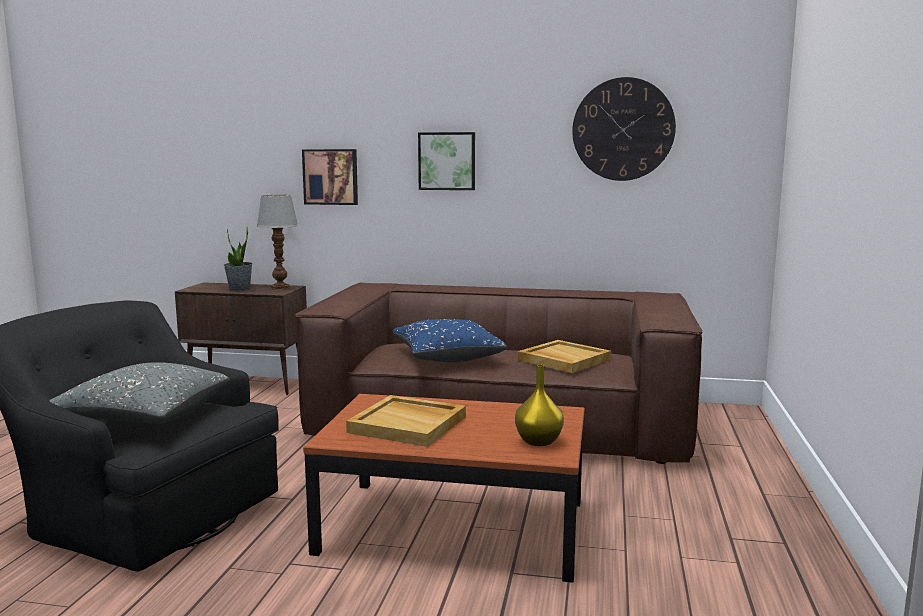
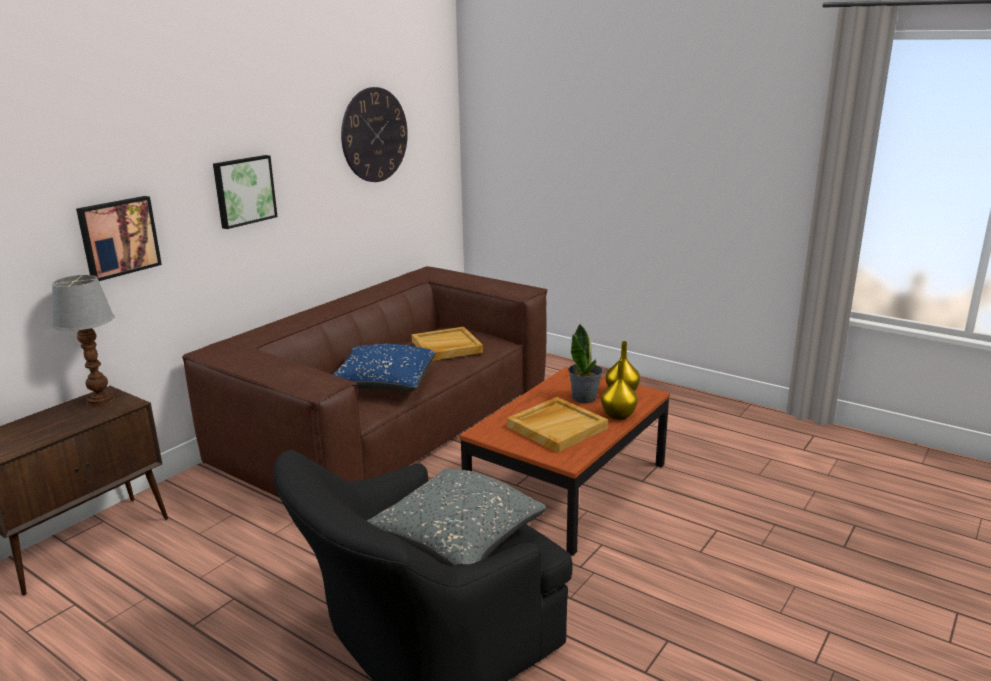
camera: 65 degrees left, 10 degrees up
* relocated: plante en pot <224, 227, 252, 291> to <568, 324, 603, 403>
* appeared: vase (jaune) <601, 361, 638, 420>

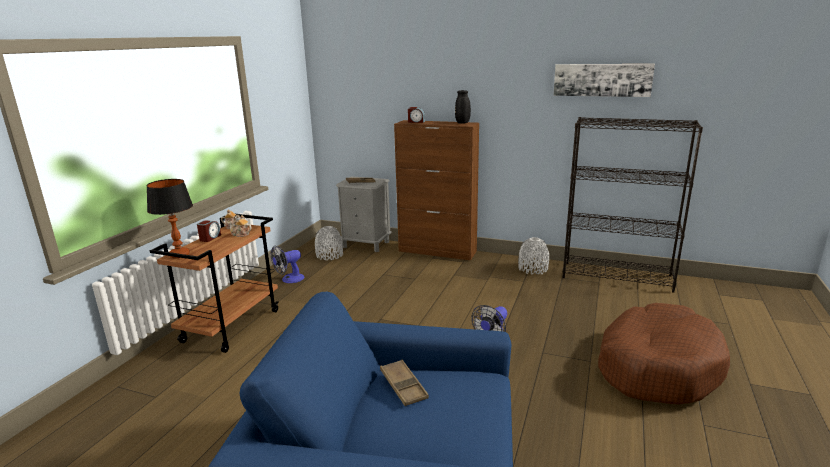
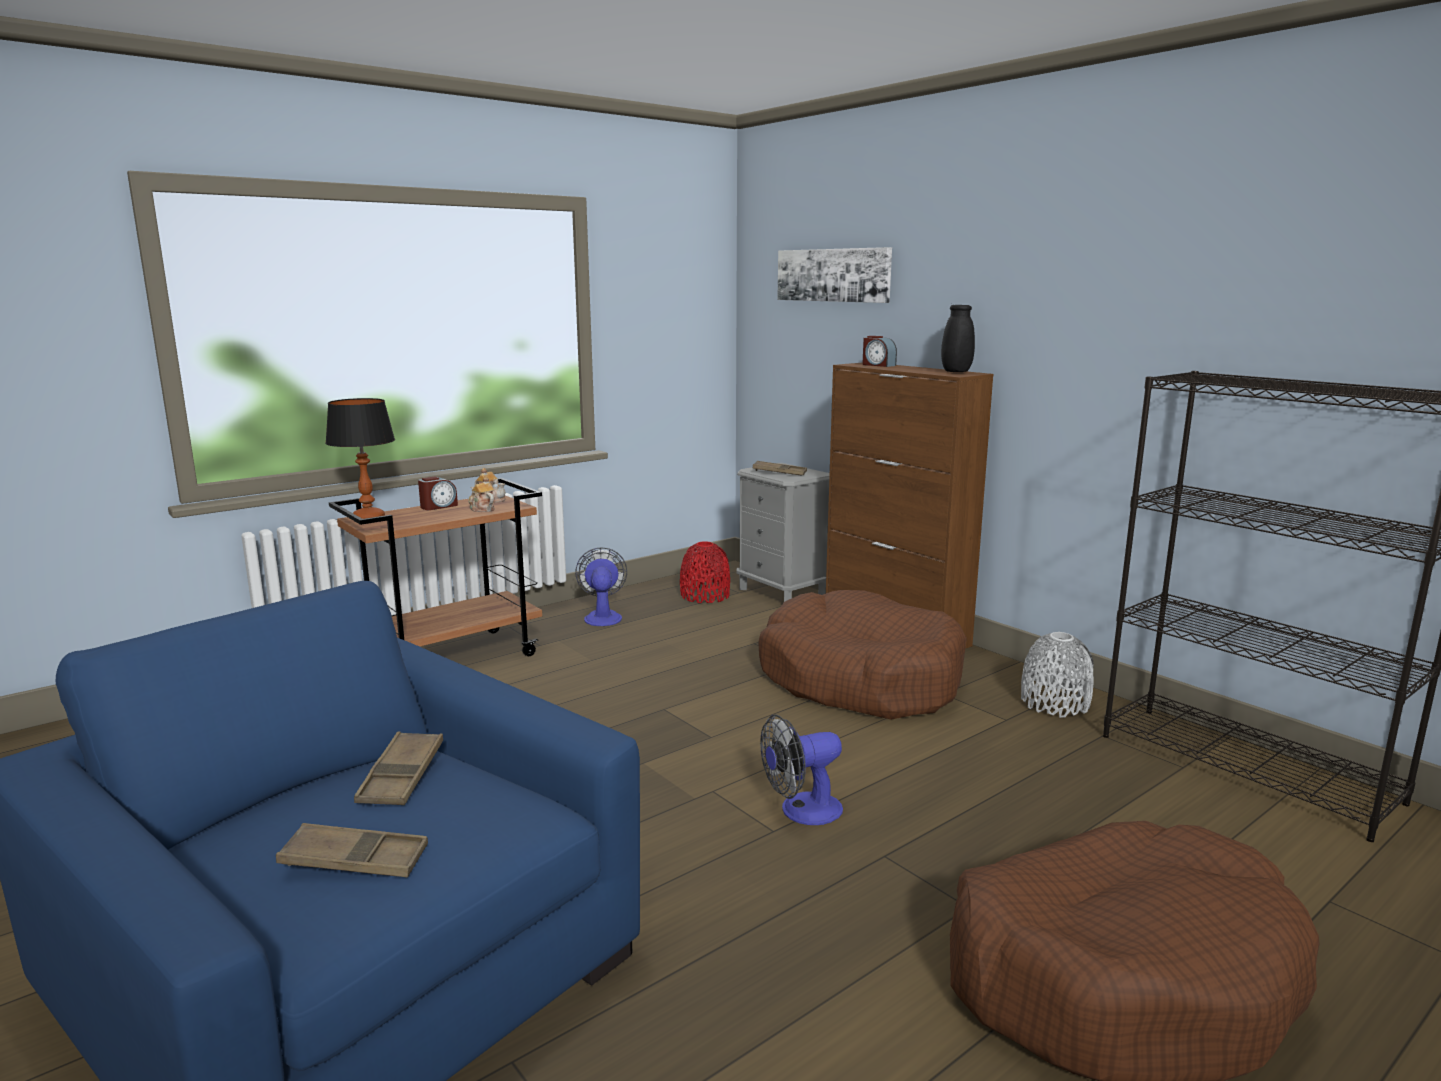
camera: 30 degrees right, 5 degrees down
* relocated: tableau <553, 64, 655, 97> to <777, 247, 892, 303>
* colour: vase (gris) <315, 226, 343, 260> to vase (rouge) <680, 541, 730, 603>
* spun: ventilateur <271, 245, 304, 283> = <575, 547, 627, 626> 90 degrees clockwise
* appeared: panier pour chien (marron) <758, 590, 967, 720>
* appeared: plateau (marron) <276, 823, 428, 877>

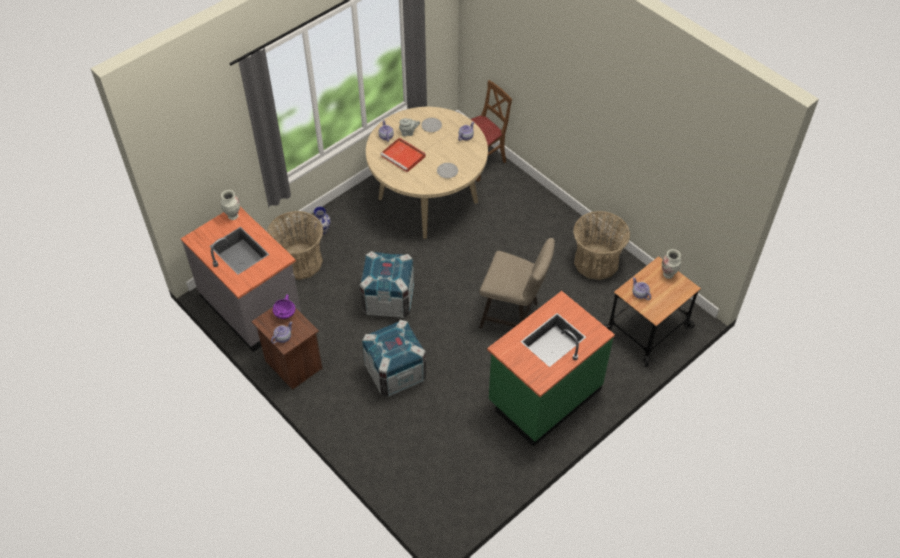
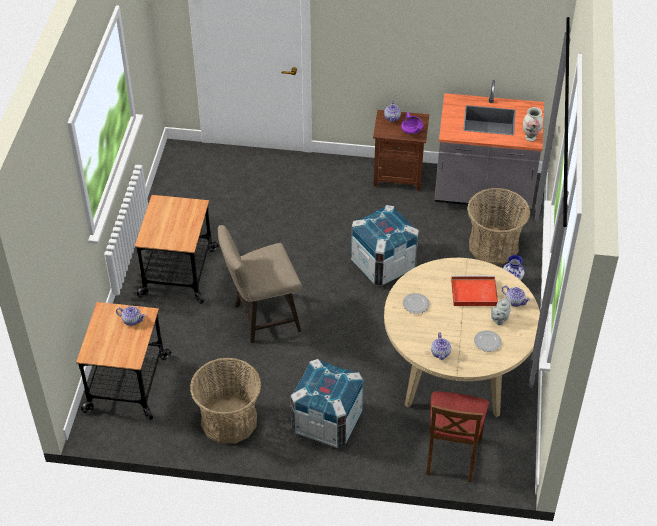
camera: 140 degrees right, 5 degrees down
* missing: vase <662, 249, 681, 279>
* exchanged: comptoir de cuisine (vert) <487, 291, 615, 447> to chariot <135, 195, 219, 304>
* relocated: caisse <362, 320, 426, 397> to <291, 359, 364, 448>

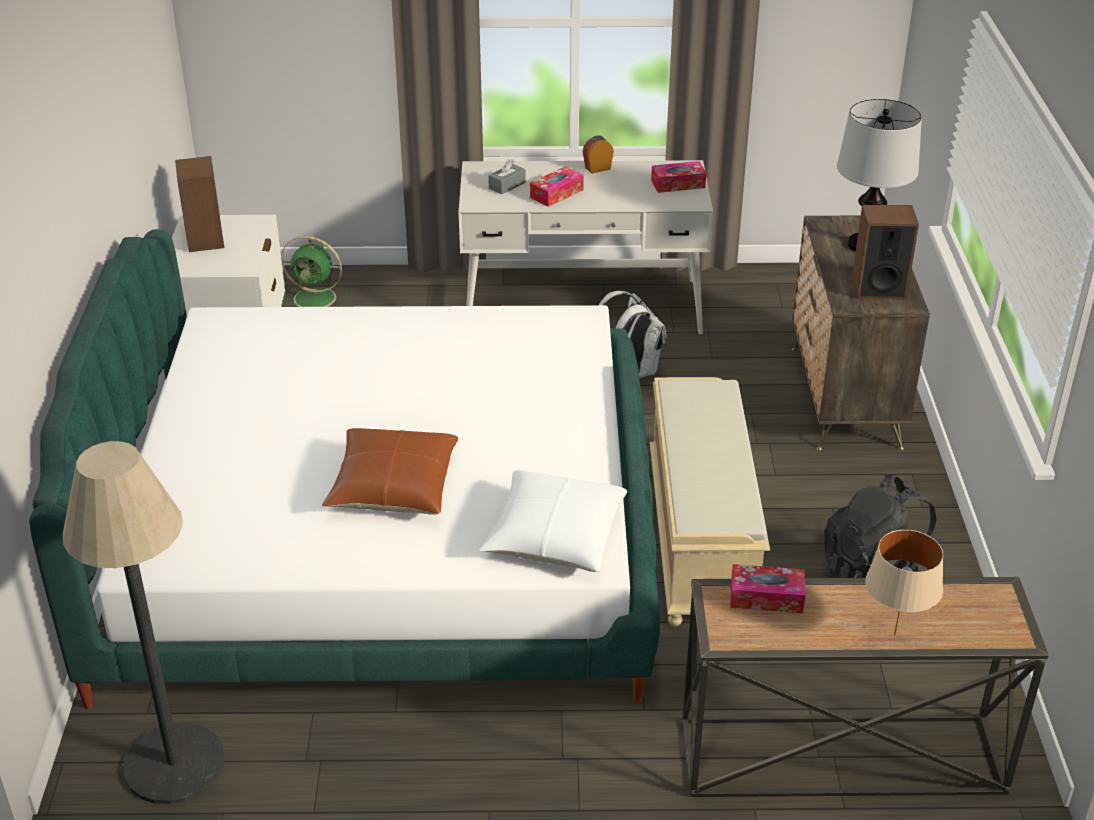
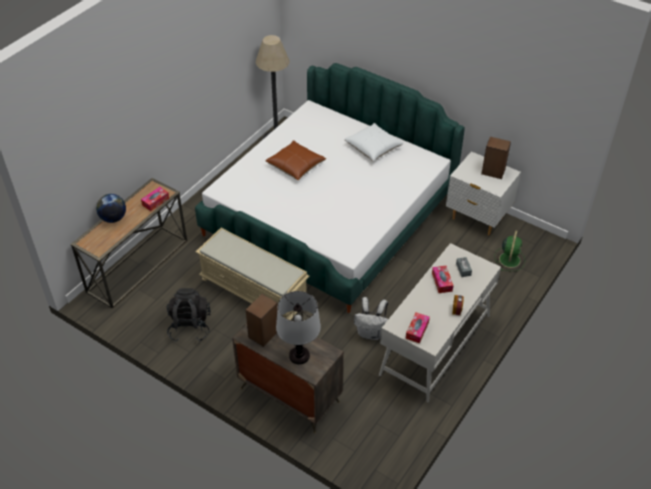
camera: 125 degrees right, 10 degrees up
* spun: ventilateur (vert) <281, 236, 347, 307> = <494, 230, 525, 271> 150 degrees clockwise
* relocated: coussin (blanc) <479, 470, 627, 572> to <344, 123, 404, 161>
* exchanged: lampe de table (beige) <865, 530, 943, 635> to globe <96, 194, 126, 223>

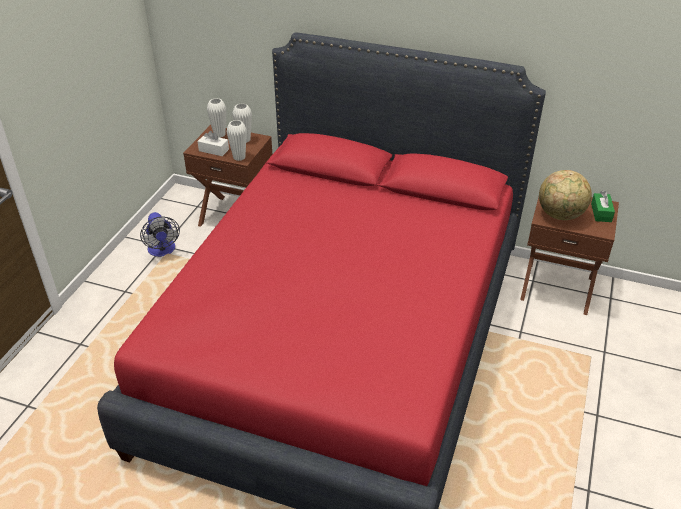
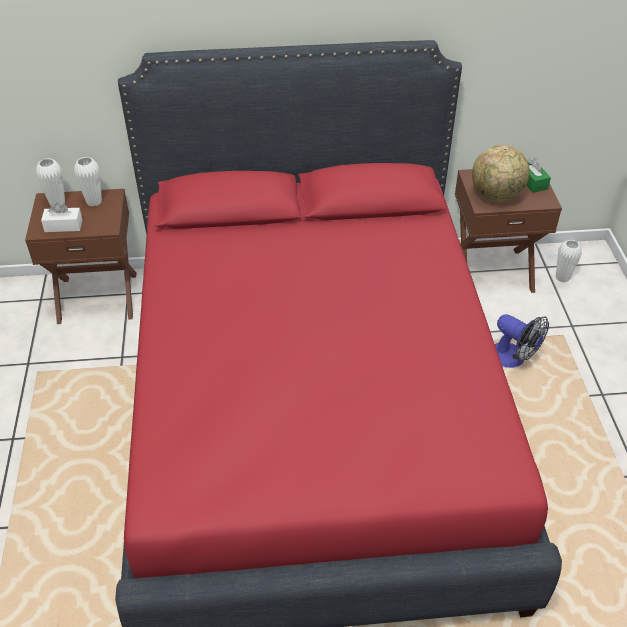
camera: 25 degrees left, 5 degrees up
* relocated: vase (blanc) <227, 120, 247, 161> to <556, 240, 582, 282>
* relocated: ventilateur <140, 212, 180, 257> to <495, 314, 549, 368>

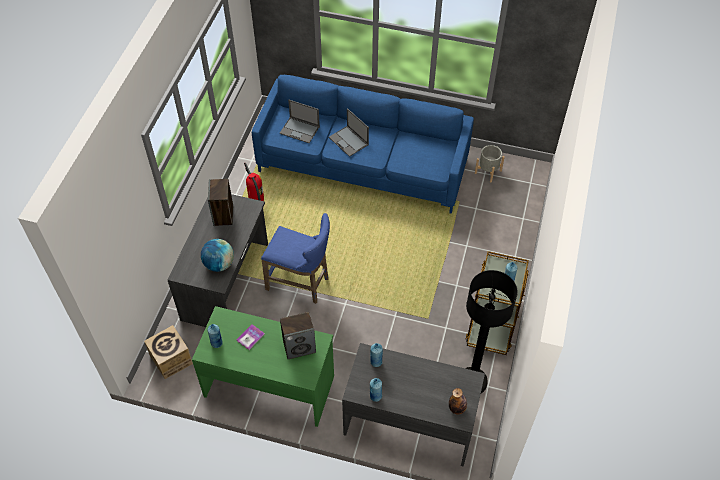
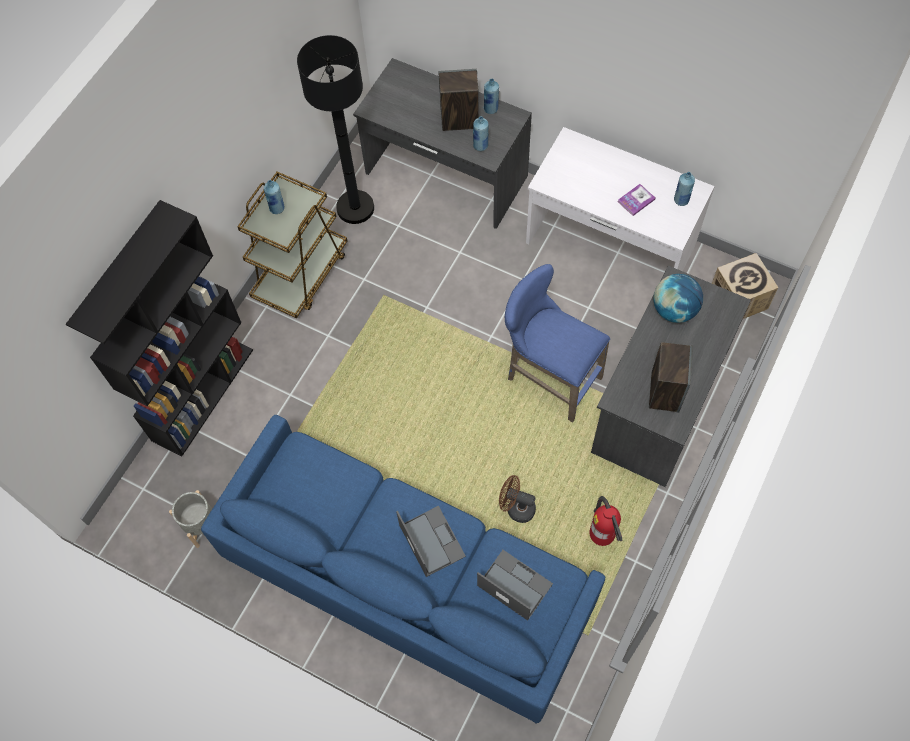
camera: 165 degrees left, 10 degrees up
* colour: bureau (vert) <192, 306, 334, 427> to bureau (blanc) <526, 127, 715, 271>
* relocated: enceinte <280, 312, 316, 359> to <439, 69, 479, 131>
* missing: bouteille <449, 388, 467, 415>
* appeared: bibliothèque (noir) <66, 200, 253, 457>
* appeared: ventilateur (marron) <499, 475, 536, 523>

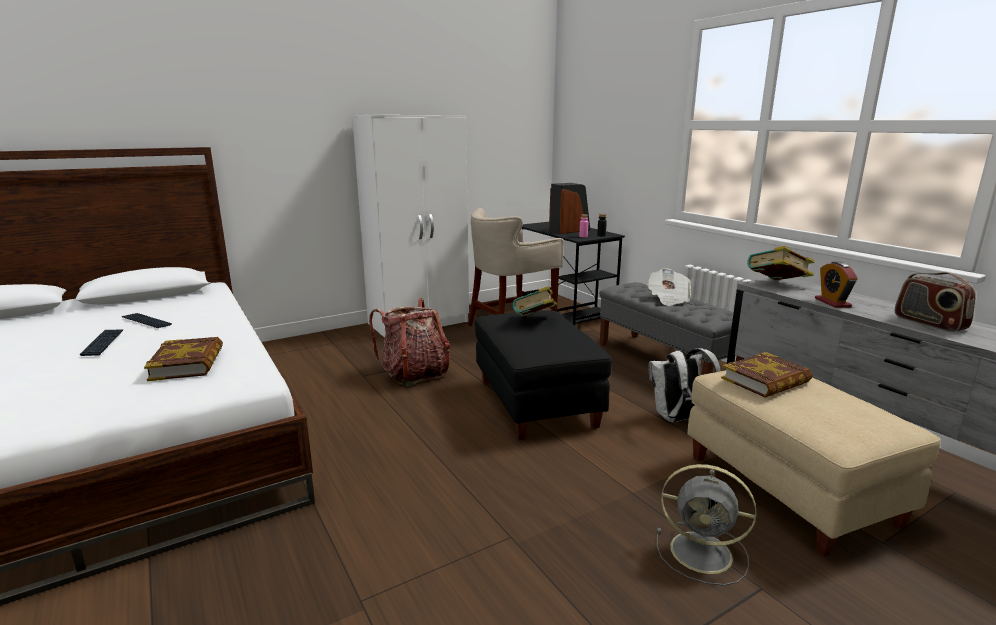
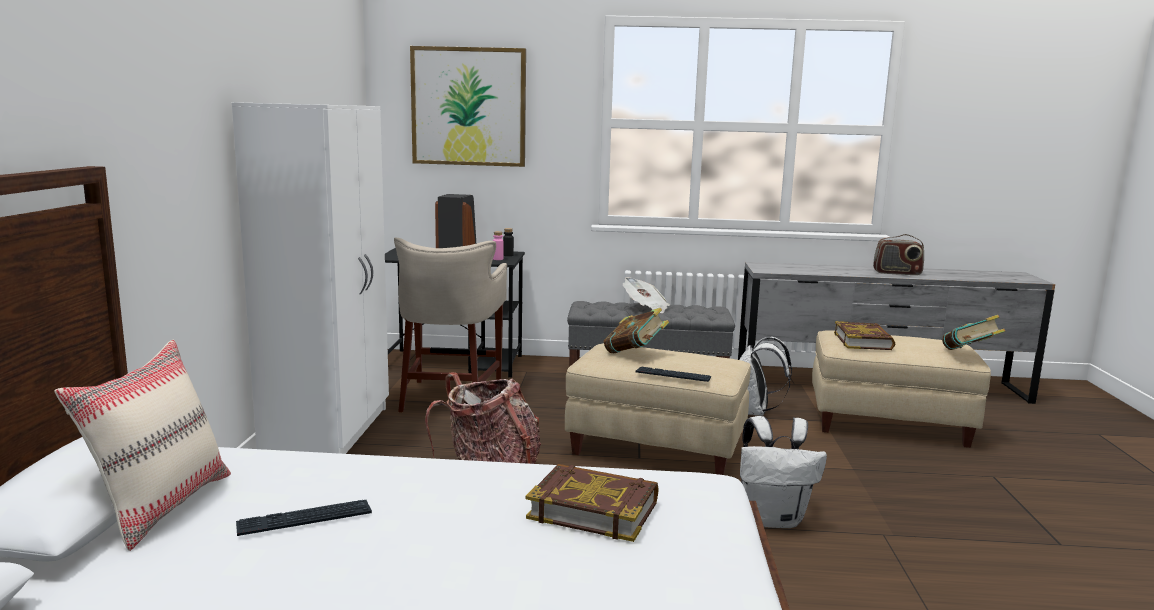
camera: 55 degrees left, 5 degrees down
* relocated: livre <747, 246, 814, 280> to <942, 315, 1005, 350>
* missing: réveil <815, 262, 858, 308>
* colour: pouf (noir) <475, 310, 612, 440> to pouf (beige) <565, 343, 751, 475>
* relocated: clavier <80, 329, 123, 356> to <636, 367, 711, 382>
* missing: ventilateur (gris) <657, 464, 756, 586>
* appeared: tableau <410, 46, 526, 167>
* appeared: coussin (beige) <54, 339, 231, 551>
* appeared: sac à dos (blanc) <740, 416, 827, 528>

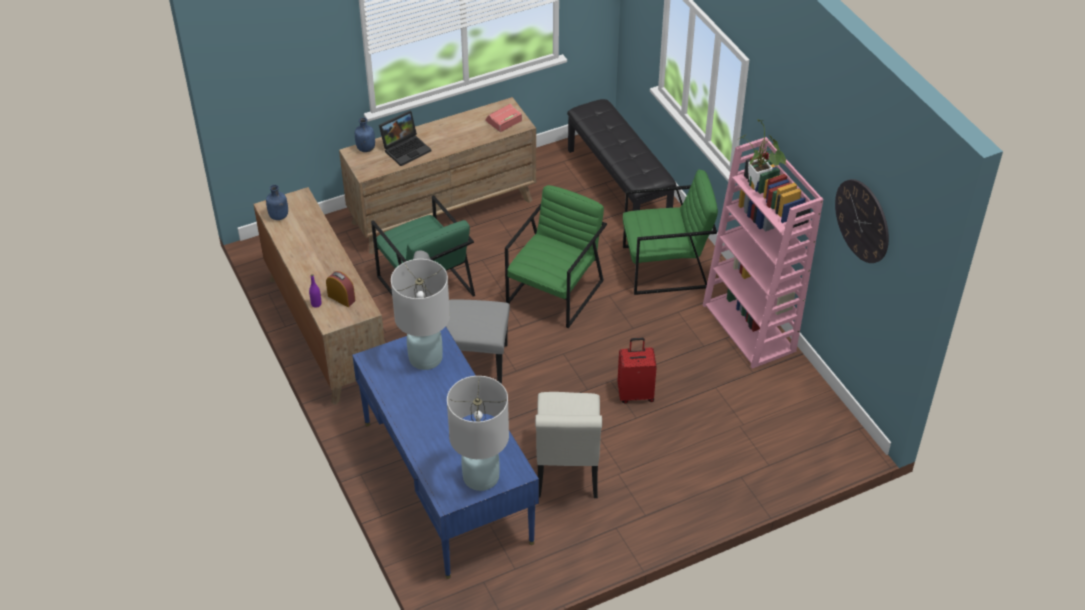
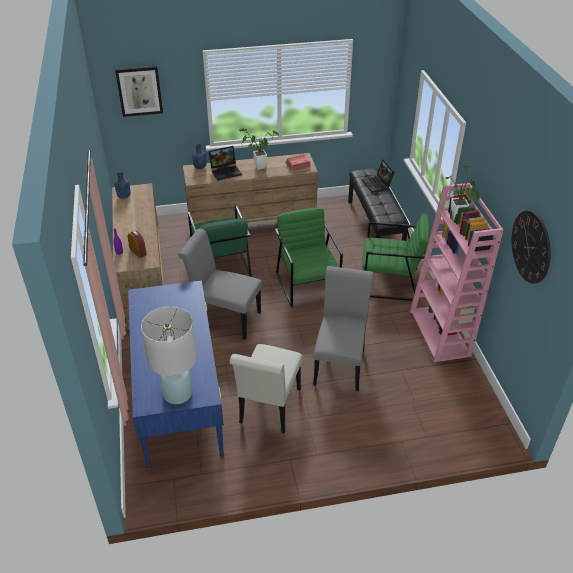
camera: 15 degrees right, 5 degrees down
* spun: fauteuil (vert) <505, 185, 607, 328> = <275, 208, 343, 307> 60 degrees counterclockwise
* missing: lampe de table (blanc) <391, 259, 450, 370>
* exchanged: valise (rouge) <617, 338, 657, 404> to chaise (gris) <313, 266, 373, 391>
* appeared: tableau <115, 66, 163, 117>
* appeared: plante en pot <239, 128, 279, 170>
* appeared: ordinateur portable <362, 159, 395, 193>

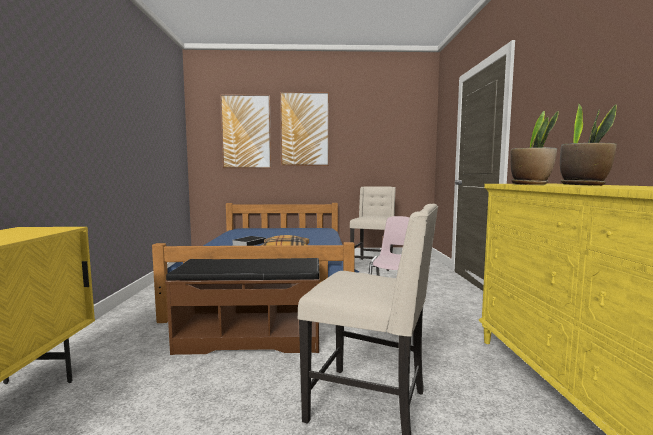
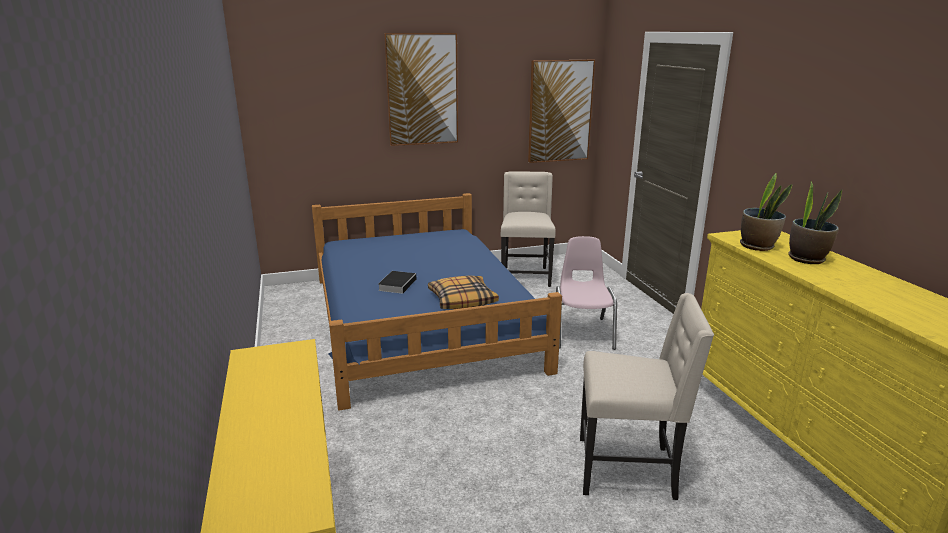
camera: 15 degrees left, 15 degrees up
* relocated: tableau <221, 94, 271, 168> to <528, 60, 595, 163>
* missing: banc (marron) <165, 258, 320, 355>

